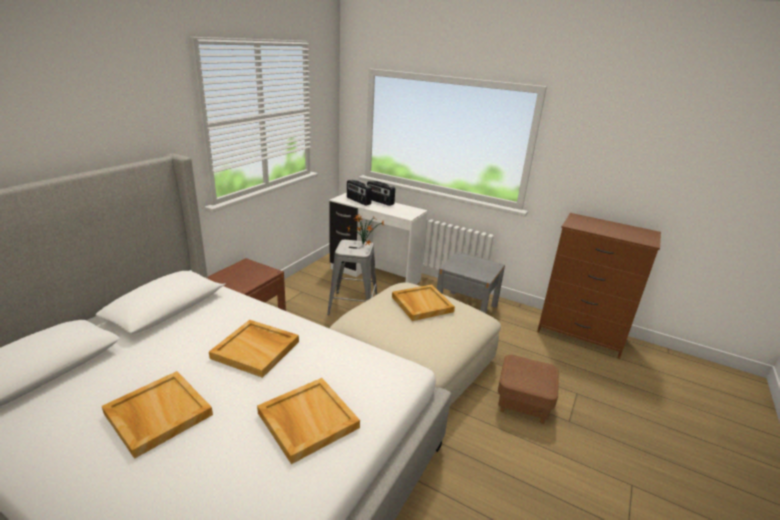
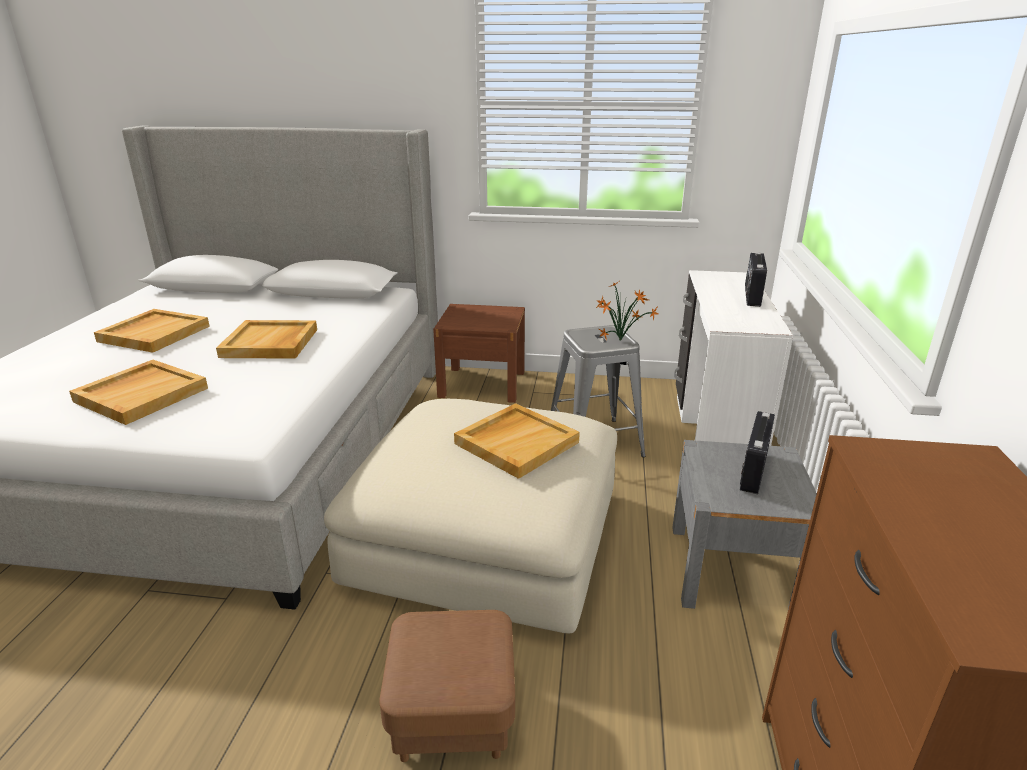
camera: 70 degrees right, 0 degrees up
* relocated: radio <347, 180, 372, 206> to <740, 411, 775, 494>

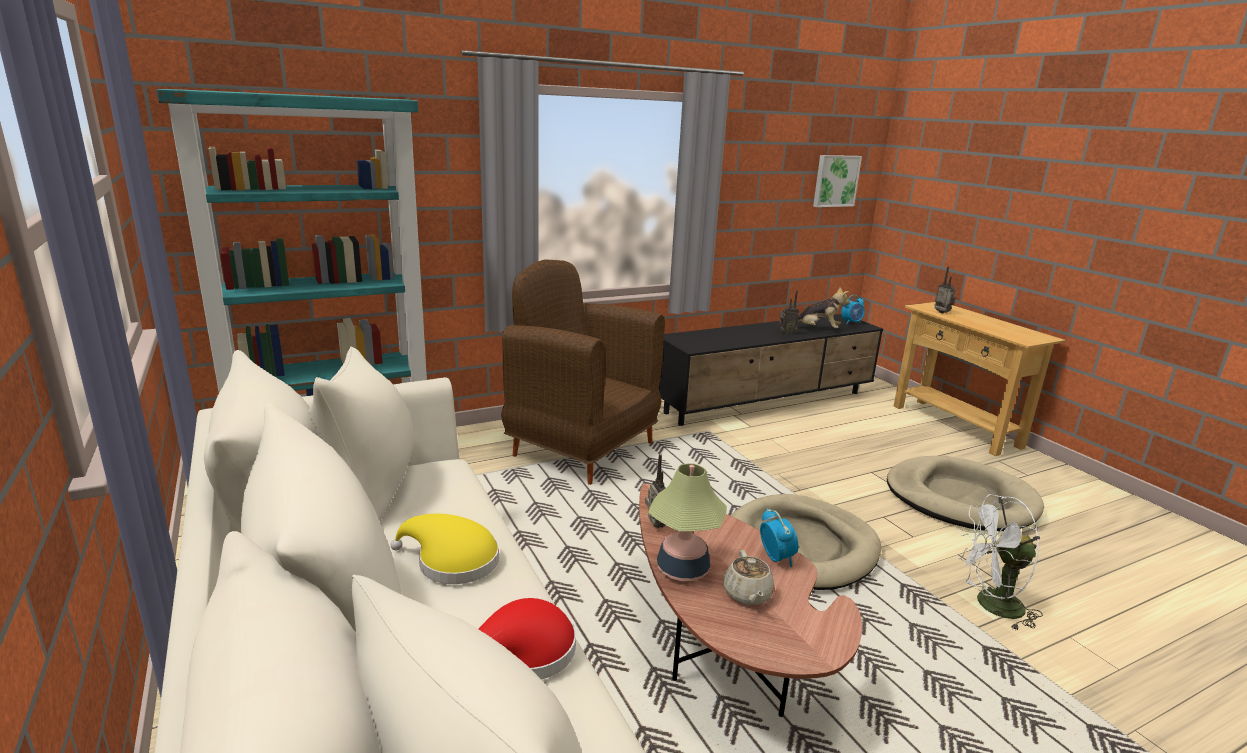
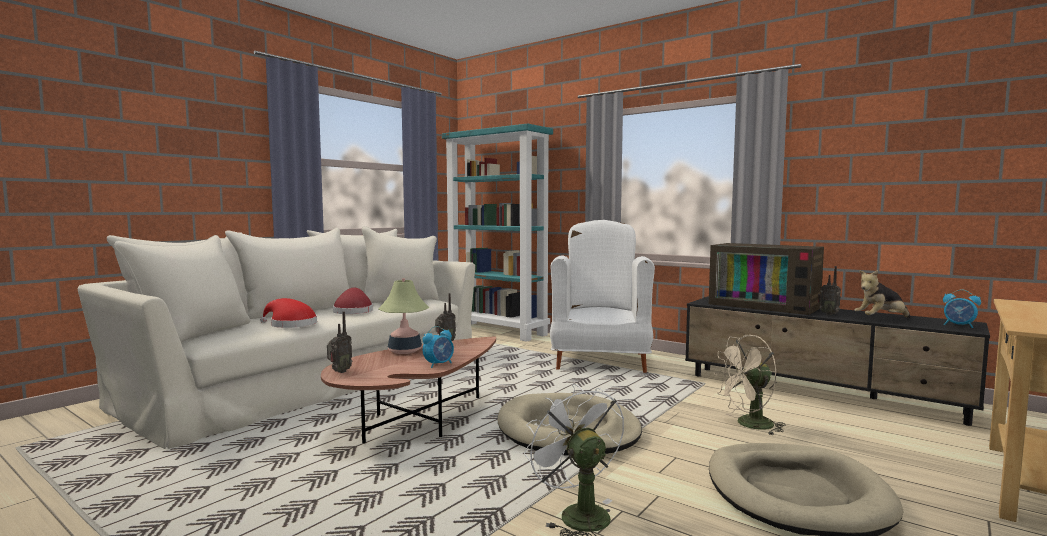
camera: 65 degrees right, 15 degrees down
* missing: tableau <813, 155, 862, 207>
* colour: fauteuil (marron) <501, 259, 665, 485> to fauteuil (blanc) <550, 220, 655, 373>
* relocated: radio <934, 266, 956, 313> to <327, 311, 352, 373>
* spun: peluche <798, 287, 850, 328> = <854, 270, 910, 318> 90 degrees clockwise
* colour: chapeau (jaune) <390, 514, 499, 584> to chapeau (rouge) <333, 288, 373, 314>
* missing: théière (beige) <723, 550, 775, 605>
* appeared: téléviseur <709, 243, 824, 315>
* appeared: ventilateur (beige) <714, 335, 786, 435>

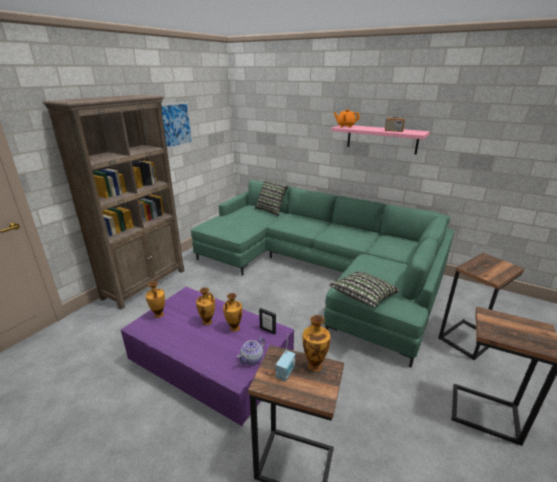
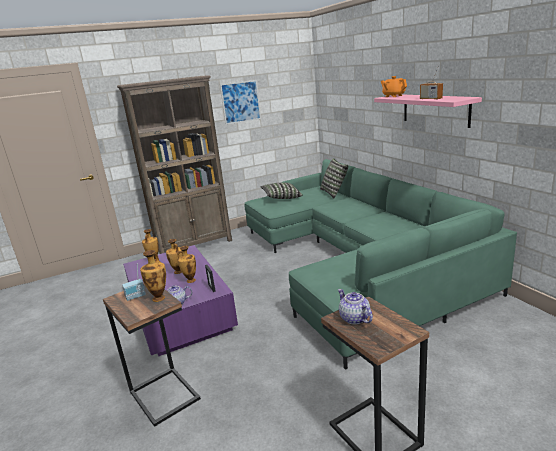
camera: 35 degrees right, 5 degrees down
* missing: table d'appoint <438, 253, 525, 360>
* relocated: coussin <329, 271, 400, 308> to <261, 183, 303, 199>
* appeared: théière <338, 289, 373, 325>

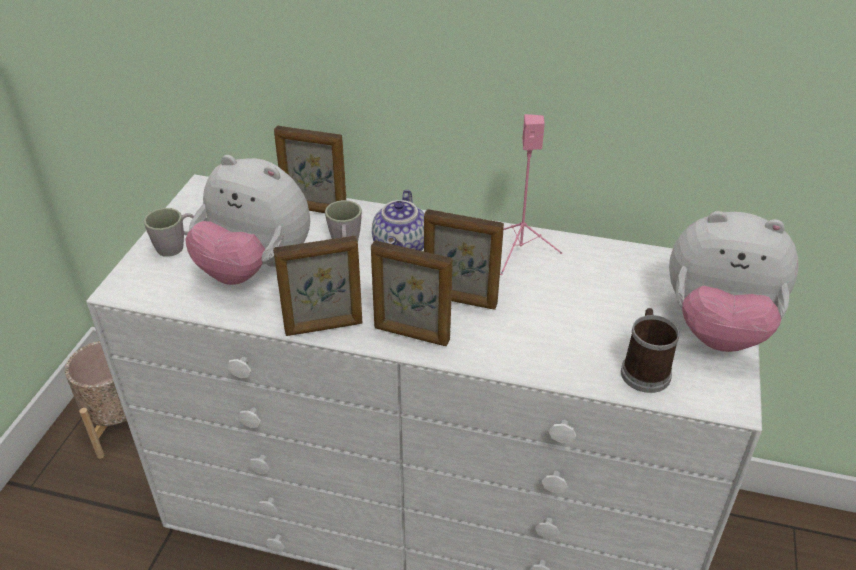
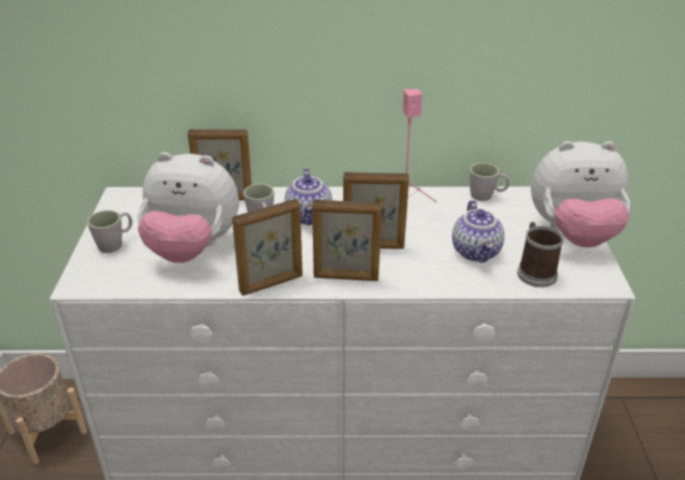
camera: 15 degrees left, 5 degrees down
* appeared: mug (gris) <469, 163, 509, 201>
* appeared: théière <452, 200, 505, 263>

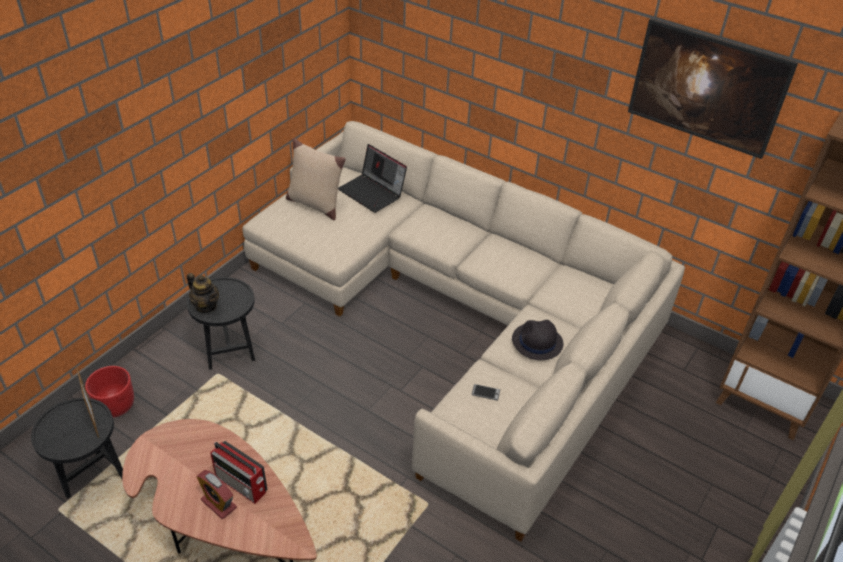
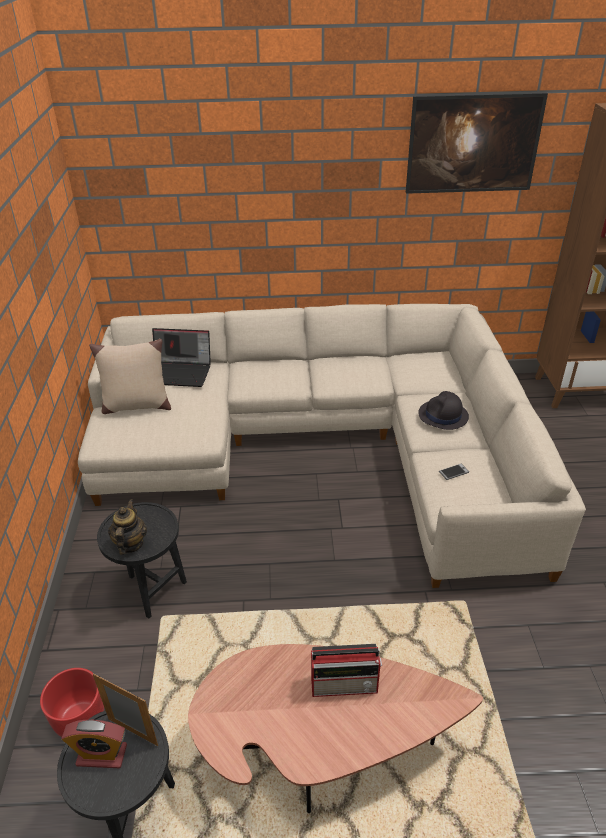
camera: 35 degrees left, 5 degrees down
* spun: théière <187, 273, 219, 313> = <108, 499, 147, 555> 90 degrees counterclockwise
* relocated: réveil <196, 470, 237, 519> to <62, 720, 127, 768>

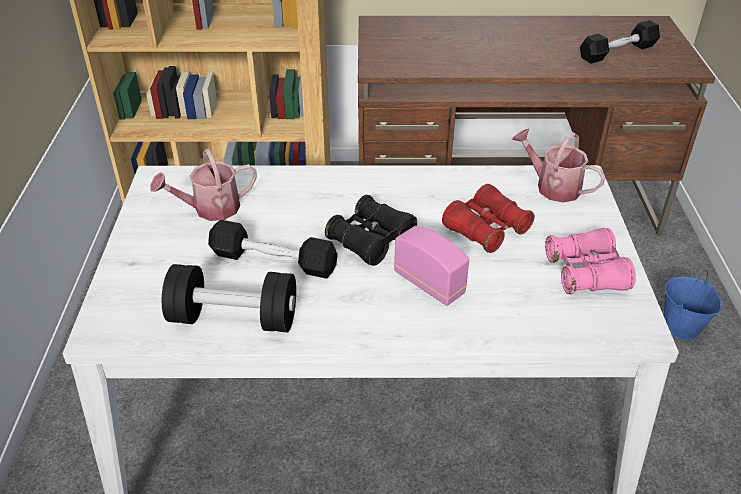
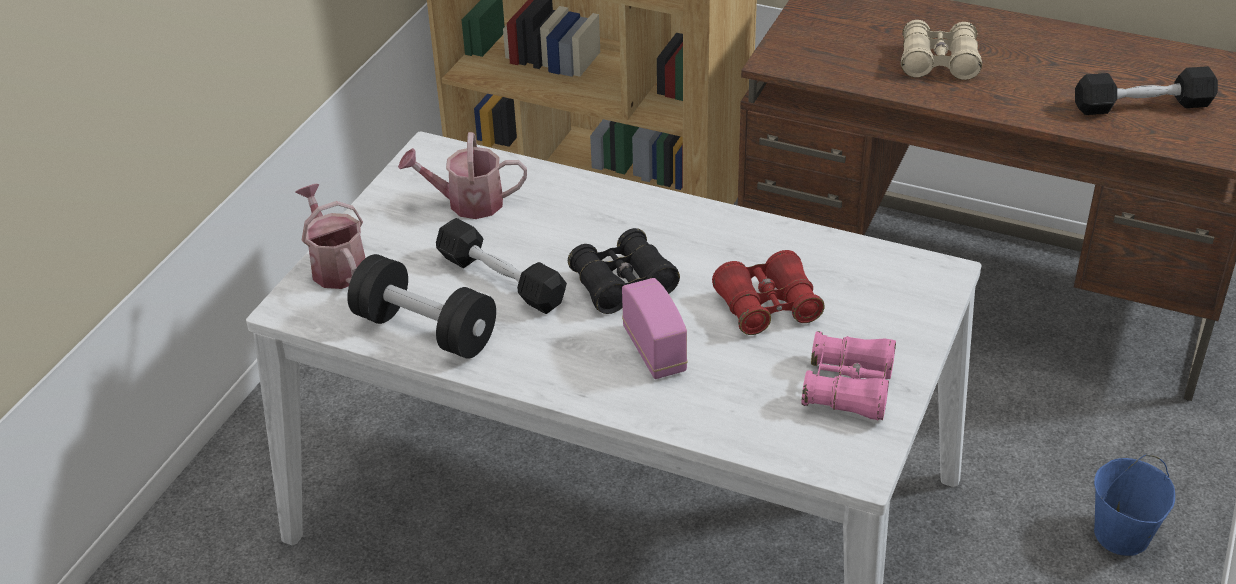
camera: 25 degrees right, 0 degrees up
* relocated: arrosoir <512, 129, 605, 202> to <296, 184, 365, 289>
* appeared: jumelles (beige) <901, 20, 982, 80>

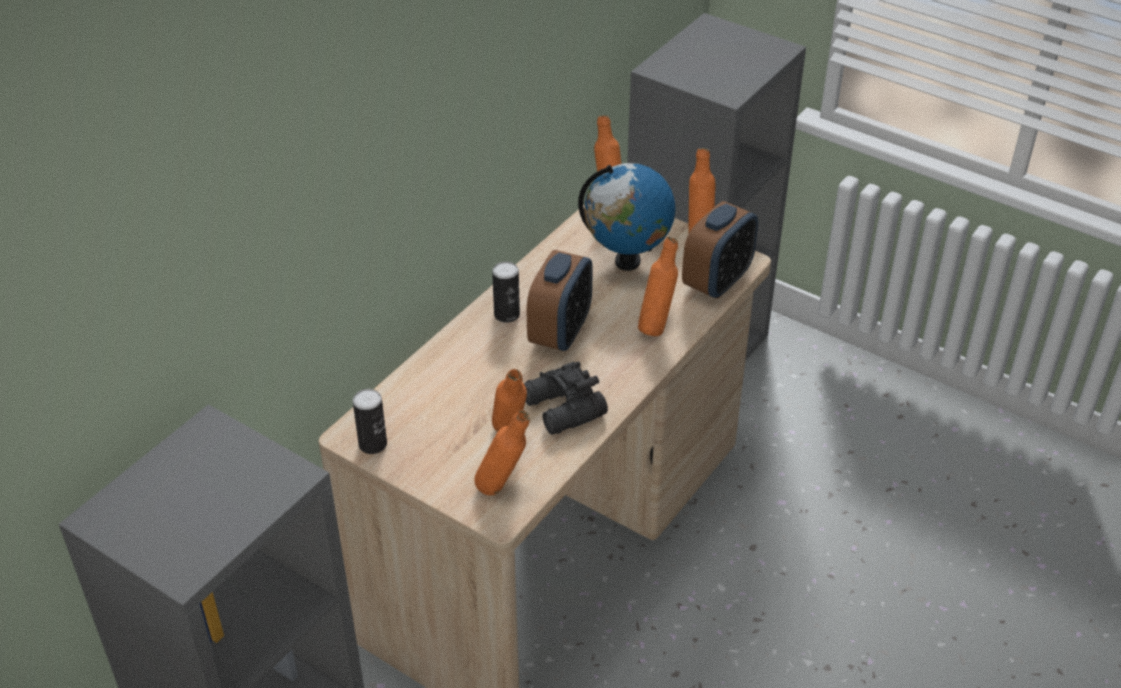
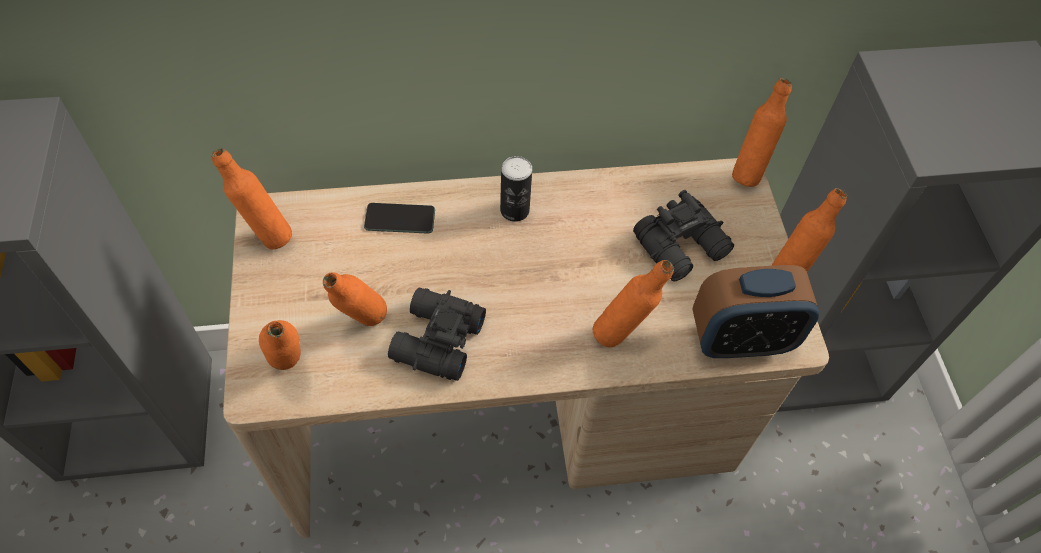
camera: 45 degrees right, 15 degrees up
* exchanged: globe <578, 163, 676, 271> to jumelles (noir) <633, 190, 734, 281>
* missing: réveil <527, 250, 593, 351>
* exchanged: boîte métallique <353, 389, 387, 454> to bouteille (orange) <211, 148, 292, 250>
* appeared: téléphone <364, 203, 435, 234>

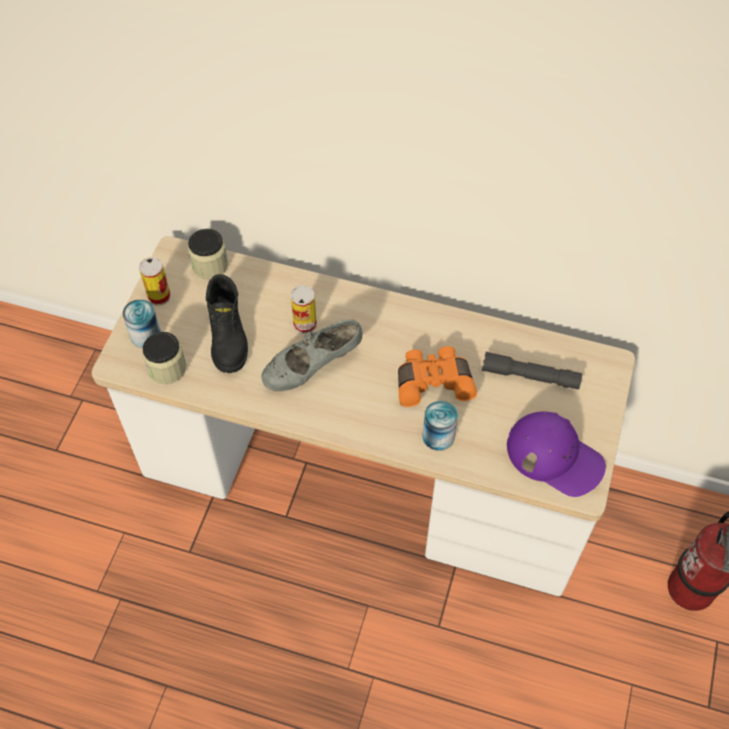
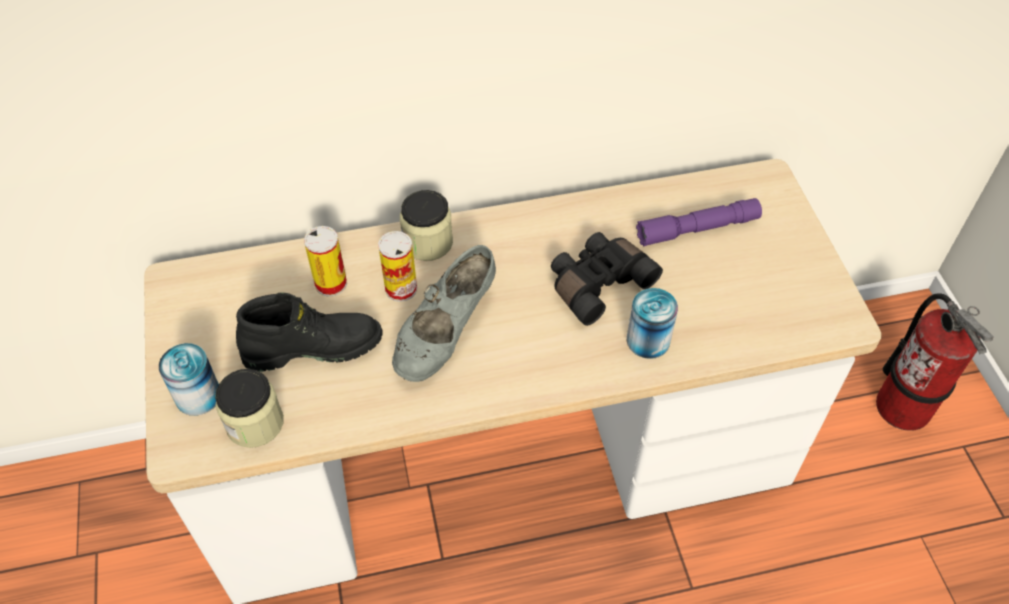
camera: 30 degrees left, 5 degrees down
* relocated: bocal <188, 229, 228, 279> to <400, 190, 453, 261>
* relocated: boîte métallique <139, 257, 171, 306> to <304, 226, 347, 297>
* spun: botte (noir) <206, 274, 248, 373> = <236, 293, 383, 372> 60 degrees counterclockwise
* colour: jumelles (orange) <398, 346, 477, 407> to jumelles (noir) <551, 232, 663, 326>
* colour: lampe de poche (gris) <482, 352, 582, 389> to lampe de poche (violet) <636, 198, 762, 247>
* missing: casquette (violet) <507, 412, 606, 497>

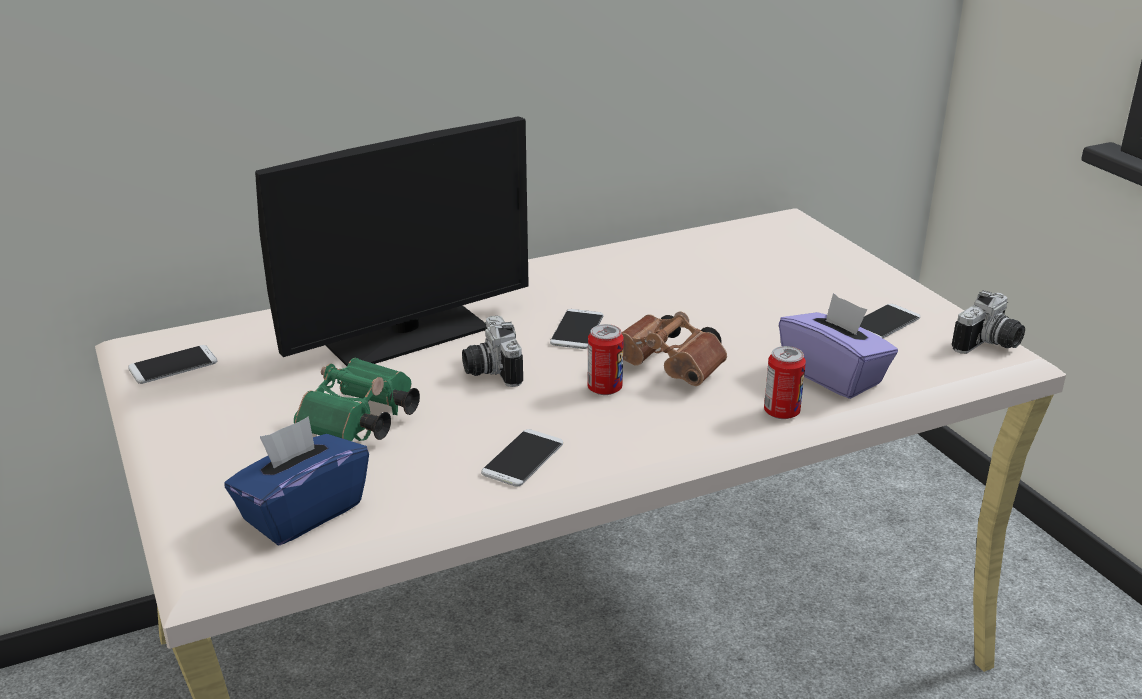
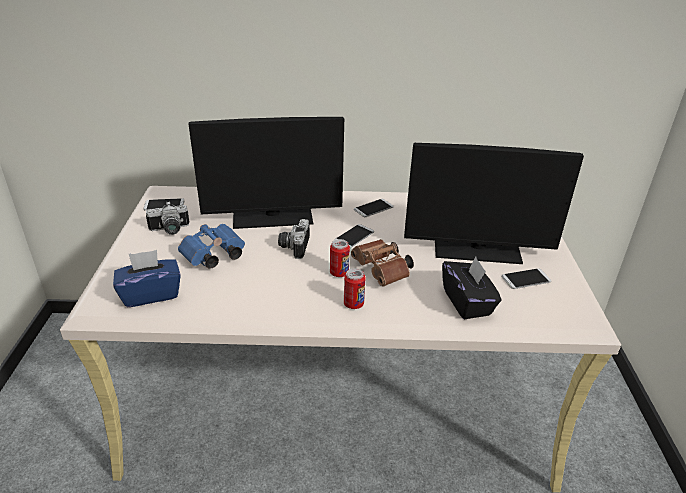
camera: 25 degrees right, 5 degrees up
* relocated: appareil photo <952, 290, 1025, 354> to <146, 201, 189, 235>
* colour: boîte à mouchoirs (violet) <779, 293, 898, 399> to boîte à mouchoirs (noir) <442, 257, 502, 319>
* relocated: boîte métallique <764, 346, 806, 419> to <344, 268, 366, 309>
* colour: jumelles (vert) <294, 358, 420, 441> to jumelles (bleu) <178, 224, 245, 269>
* relocated: téléphone <481, 429, 563, 487> to <354, 199, 394, 217>
* appeared: écran d'ordinateur <404, 143, 584, 264>

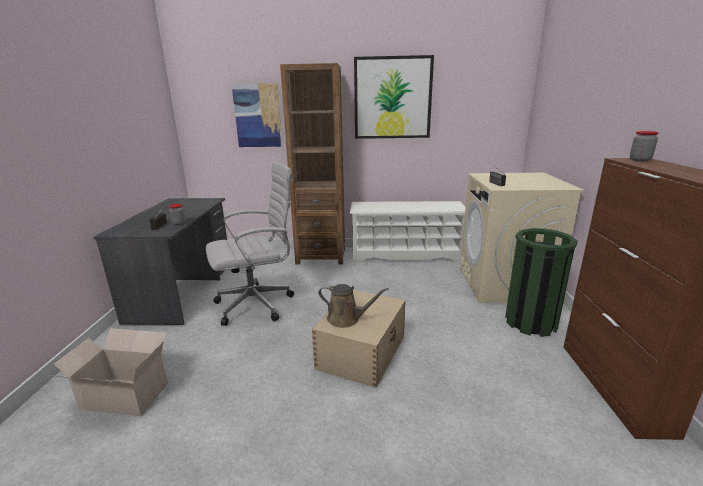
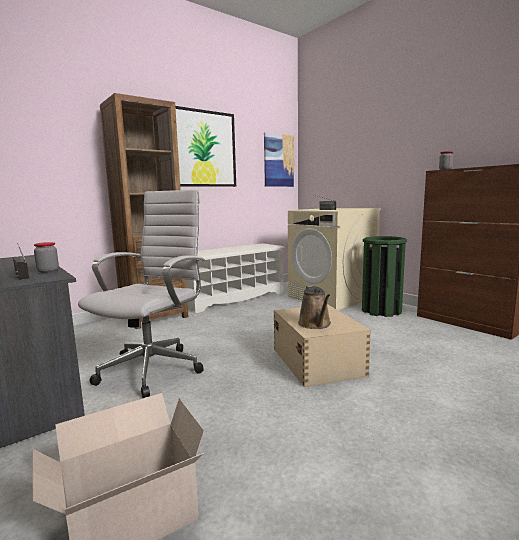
camera: 40 degrees left, 10 degrees down
* relocated: tableau <232, 83, 283, 147> to <264, 132, 294, 187>
* spun: arrosoir (marron) <318, 284, 389, 328> = <298, 286, 331, 329> 105 degrees clockwise

